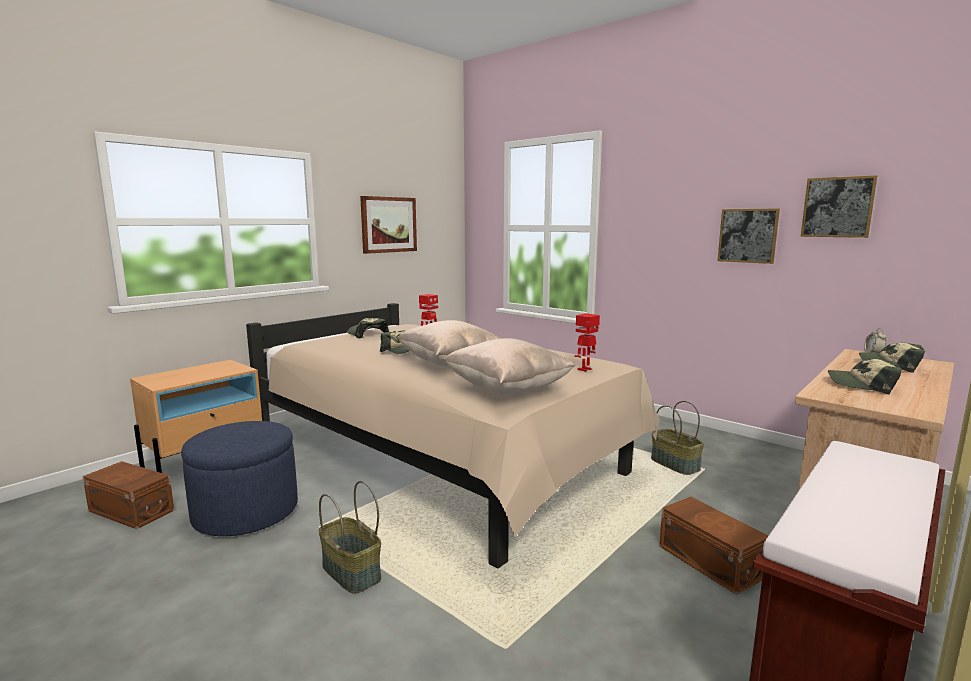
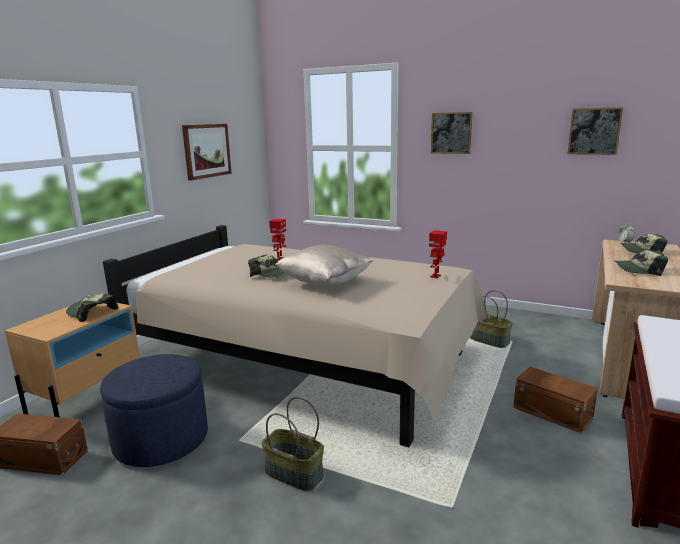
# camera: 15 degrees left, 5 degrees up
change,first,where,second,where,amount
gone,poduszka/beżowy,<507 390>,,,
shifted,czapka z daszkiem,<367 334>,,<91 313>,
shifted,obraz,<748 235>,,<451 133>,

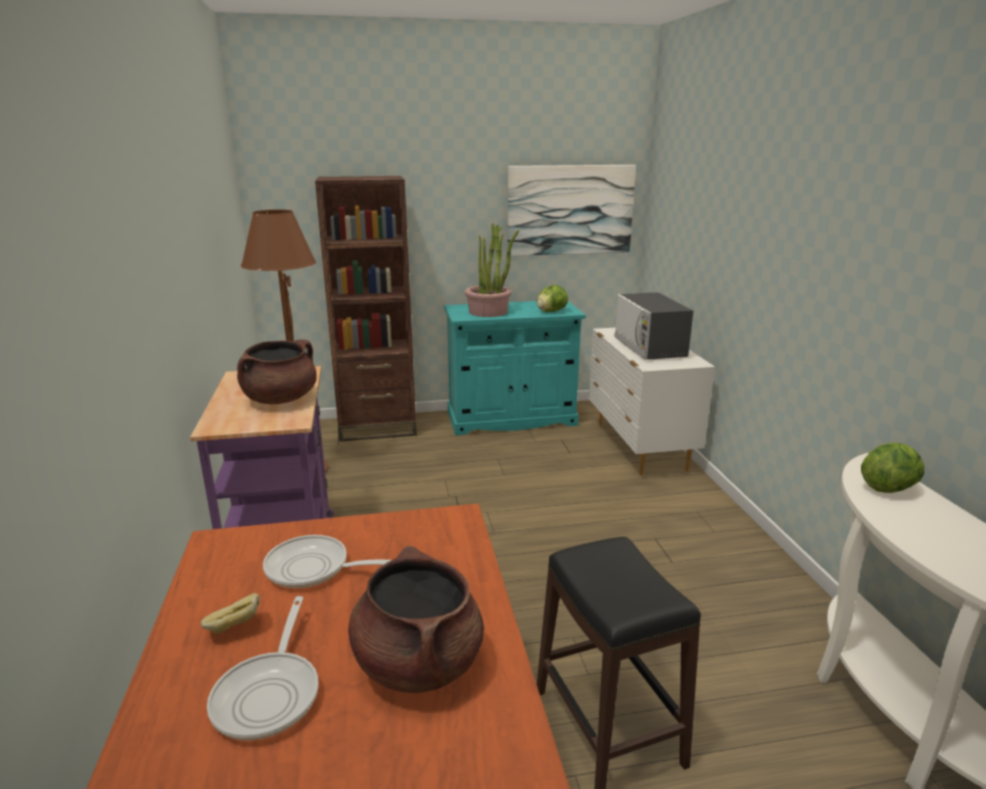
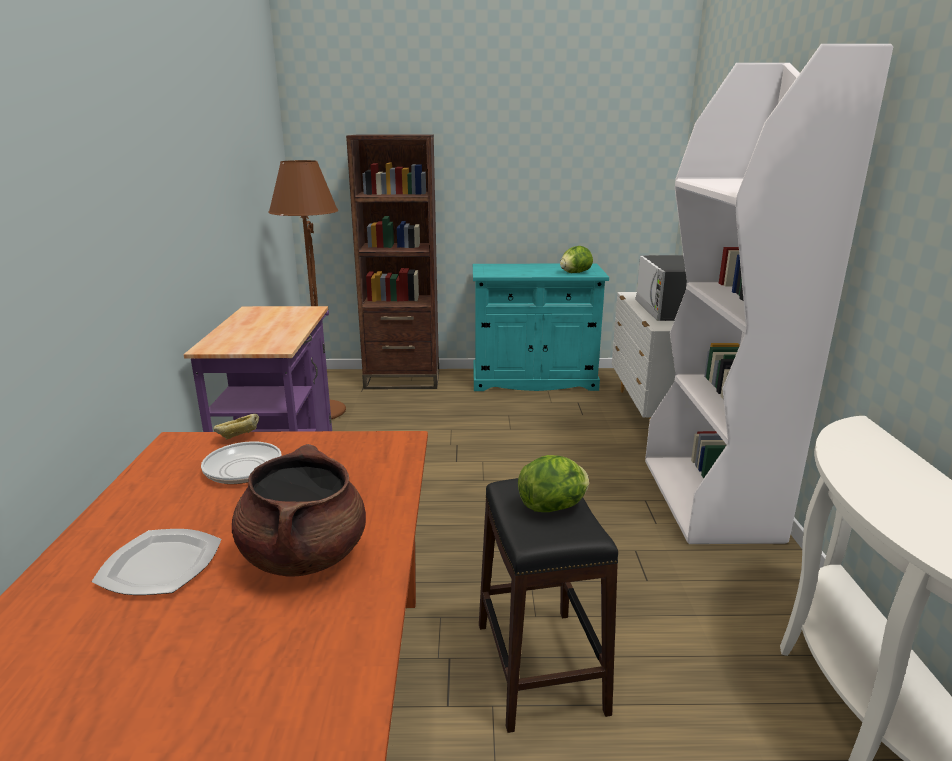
# camera: 10 degrees right, 0 degrees up
change,first,where,second,where,amount
gone,garnek/brązowy,<280 399>,,,
gone,roślina doniczkowa,<488 312>,,,
gone,obraz,<570 210>,,,
new,,,regał/biały,<710 499>,
shifted,chleb,<234 630>,,<239 439>,
shifted,sałata,<889 488>,,<553 507>,
swapped,patelnia,<270 694>,talerz,<162 564>,

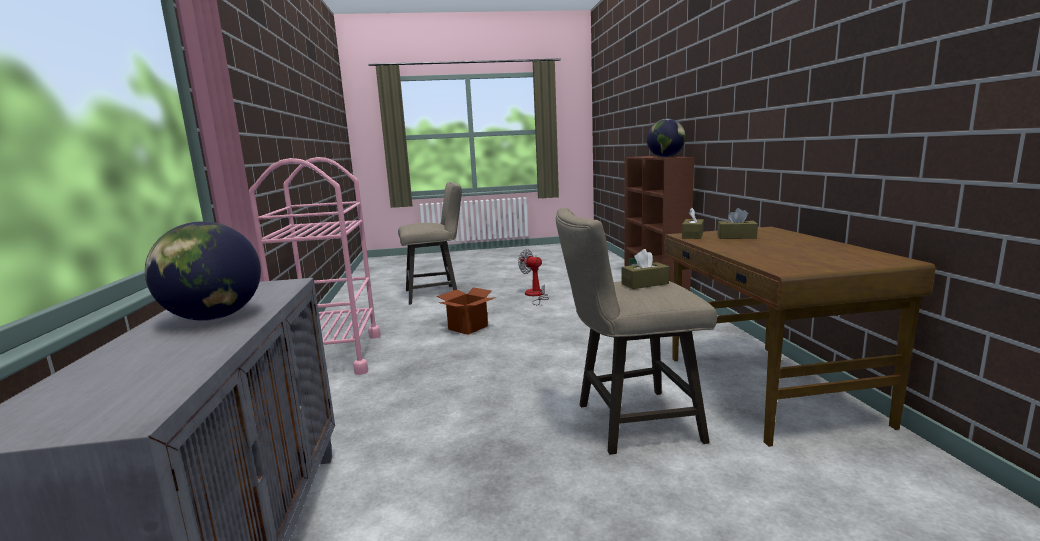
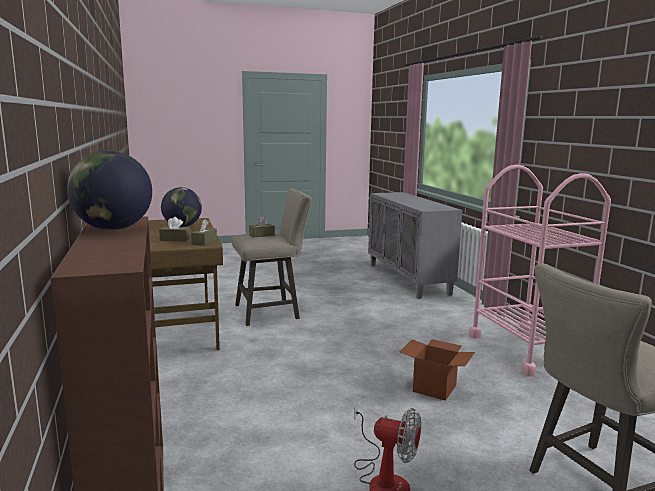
# camera: 170 degrees right, 0 degrees up
change,first,where,second,where,amount
shifted,globus,<213 317>,,<182 226>,

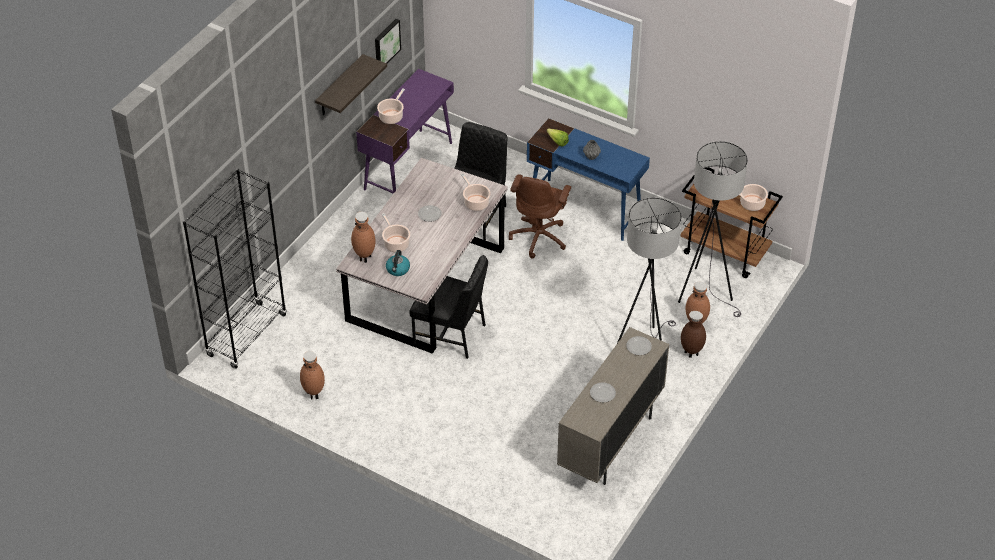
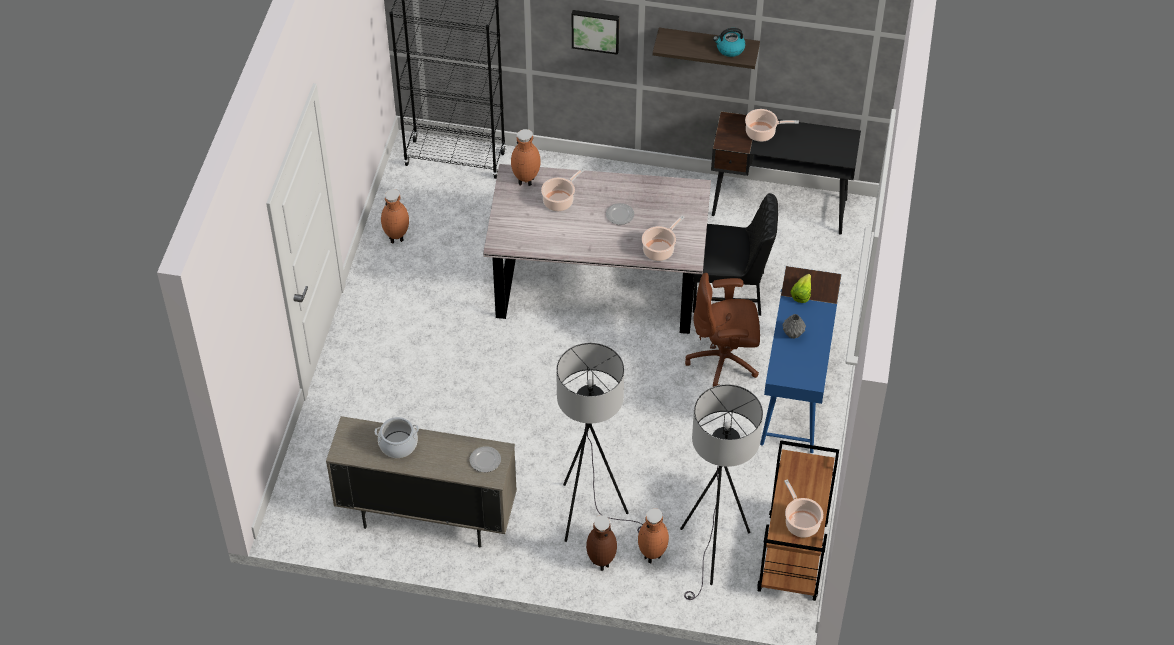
# camera: 70 degrees right, 5 degrees up
change,first,where,second,where,amount
gone,krzesło/czarny,<451 334>,,,
shifted,obraz,<386 43>,,<595 30>,
shifted,czajnik,<398 269>,,<730 49>,
swapped,talerz,<602 393>,garnek,<398 445>,
repainted,biurko/fioletowy,<408 165>,biurko/czarny,<780 207>,

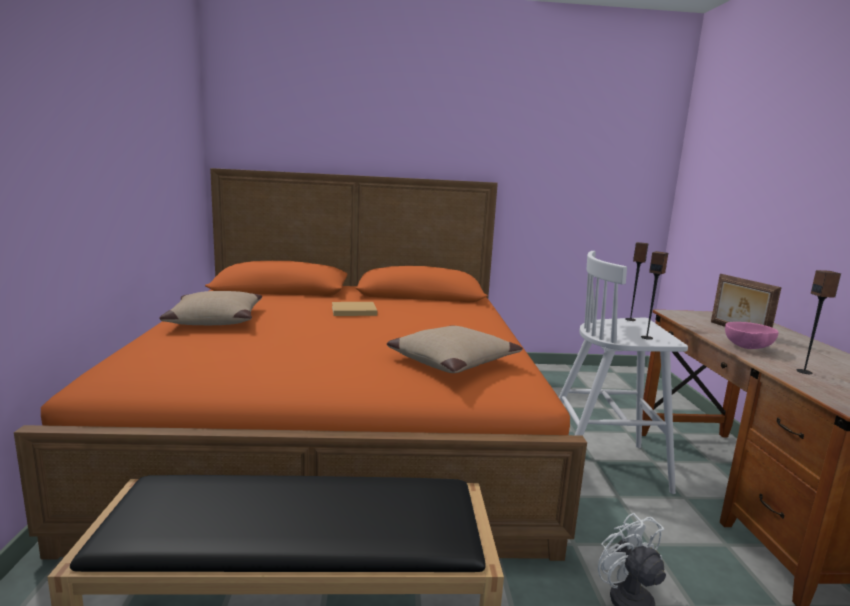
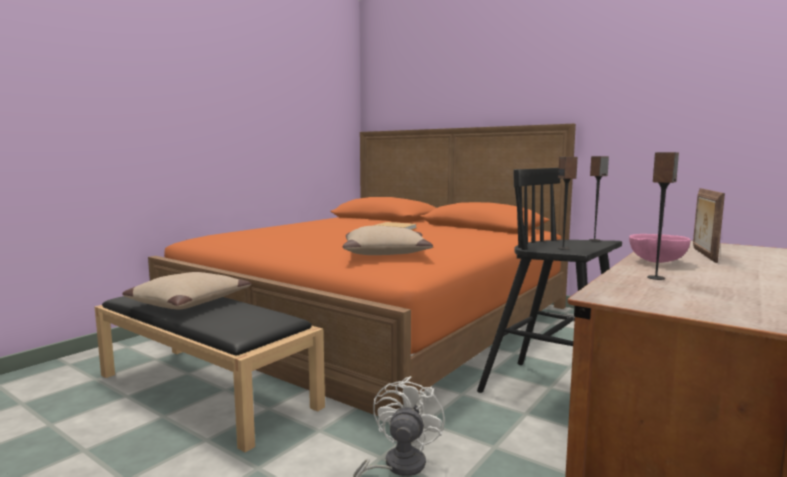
# camera: 40 degrees right, 5 degrees down
change,first,where,second,where,amount
shifted,poduszka/beżowy,<214 319>,,<188 302>,
repainted,stołek/biały,<604 466>,stołek/czarny,<554 393>,

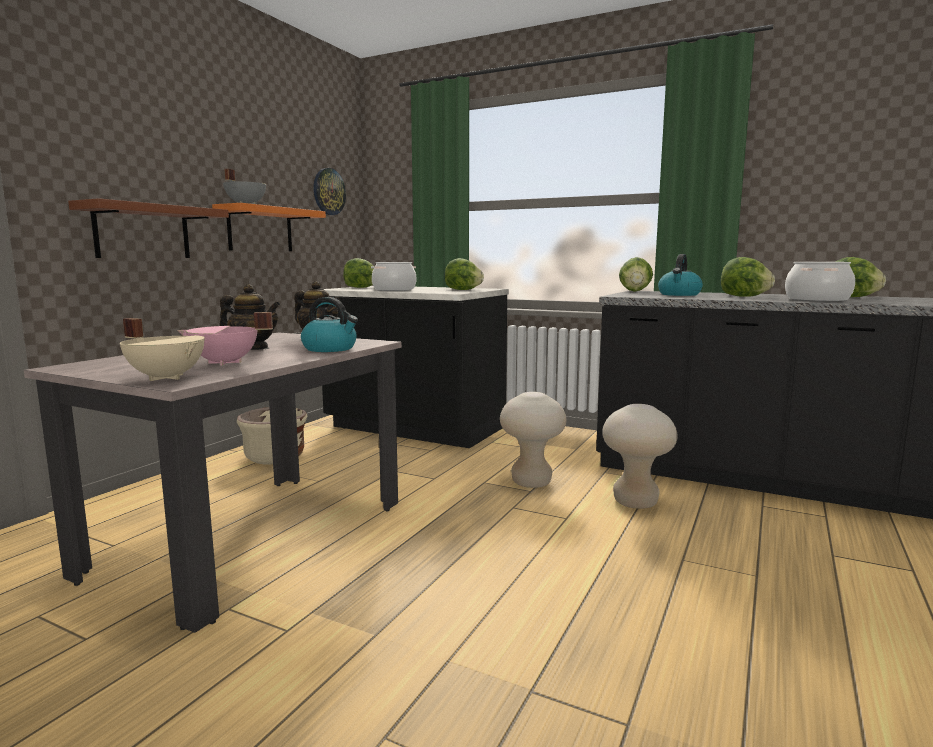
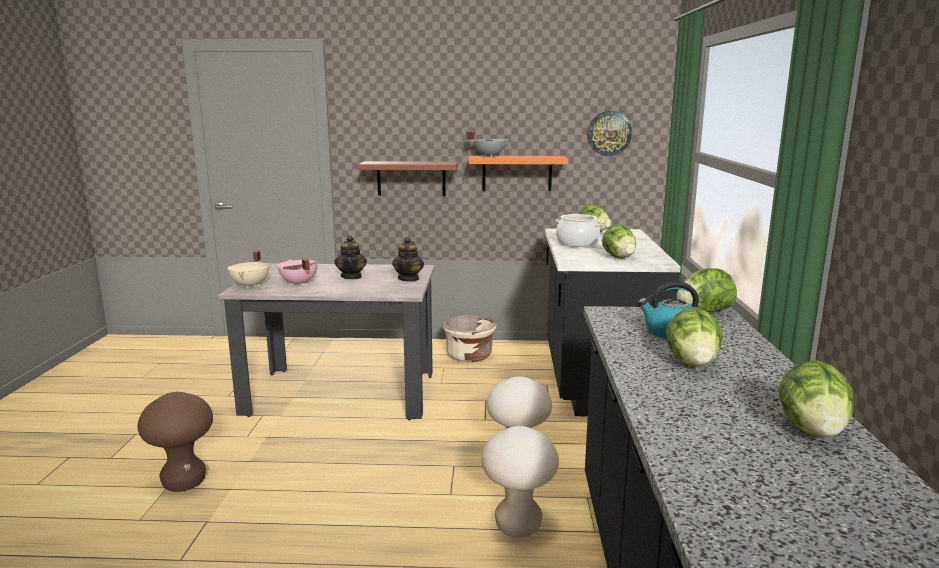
# camera: 65 degrees right, 5 degrees up
change,first,where,second,where,amount
gone,czajnik,<330 349>,,,
gone,garnek,<817 300>,,,
new,,,stołek/brązowy,<184 482>,

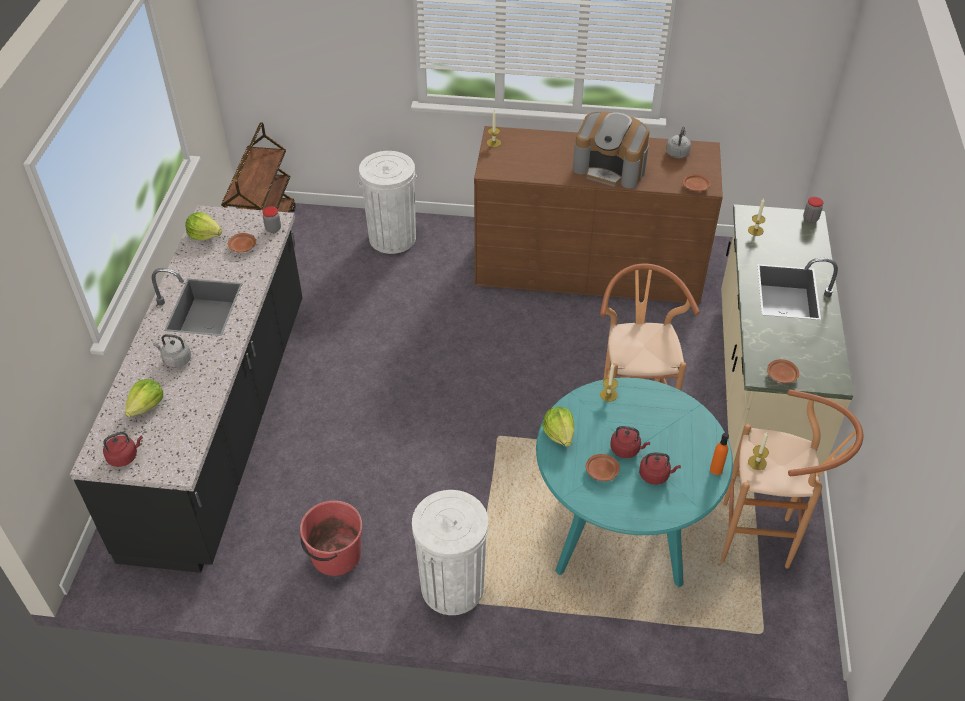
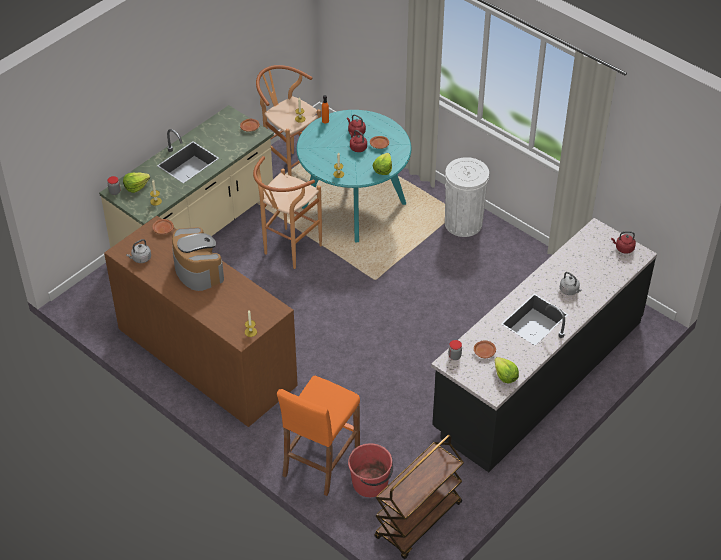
# camera: 145 degrees left, 0 degrees up
change,first,where,second,where,amount
shifted,sałata,<147 406>,,<136 186>,
shifted,wiadro/czerwony,<335 555>,,<370 483>,
swapped,kosz na śmieci/biały,<392 238>,stołek/pomarańczowy,<320 461>,

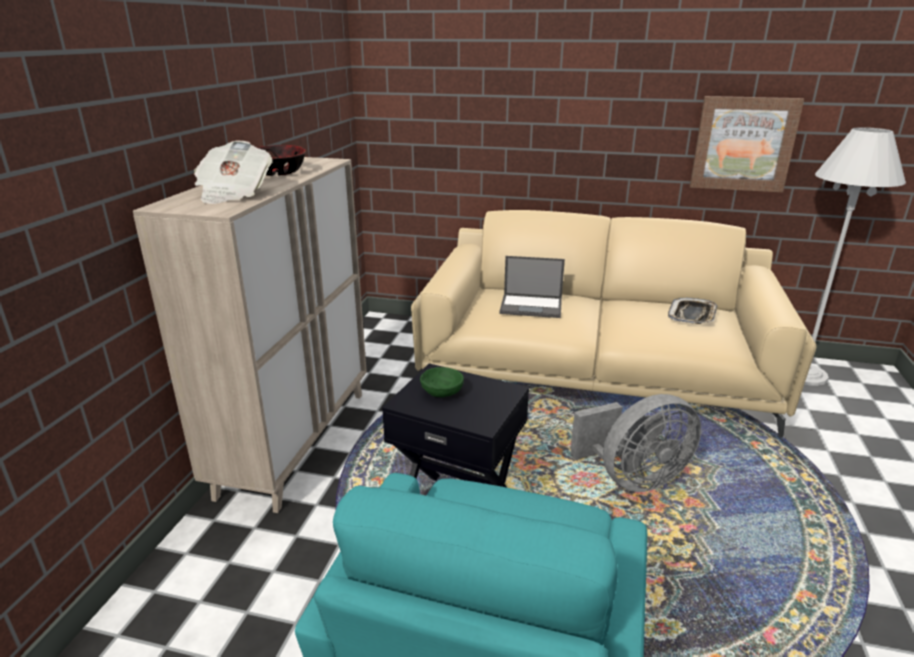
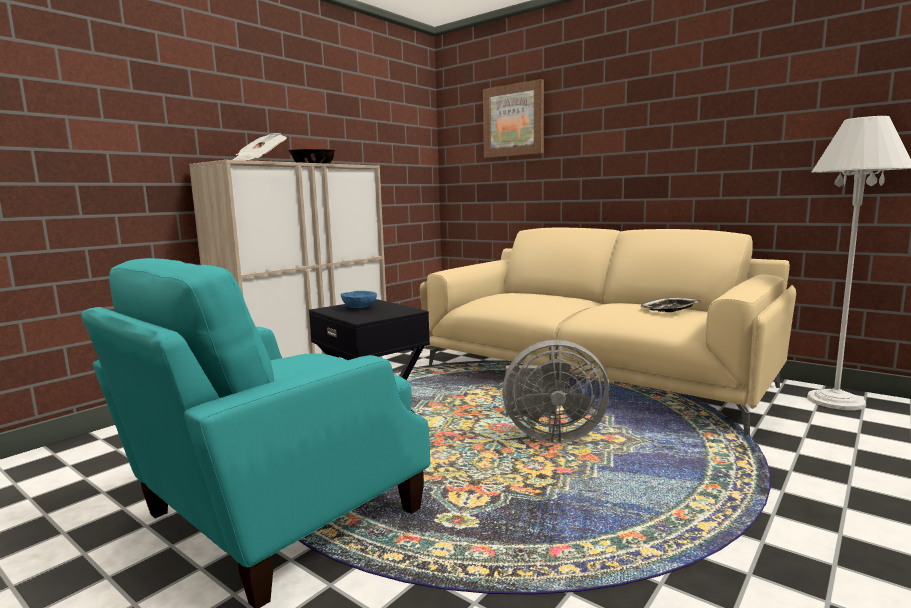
# camera: 25 degrees right, 15 degrees down
change,first,where,second,where,amount
gone,laptop,<532 306>,,,
shifted,obraz,<743 144>,,<513 120>,
repainted,miska/zielony,<442 393>,miska/niebieski,<359 308>,

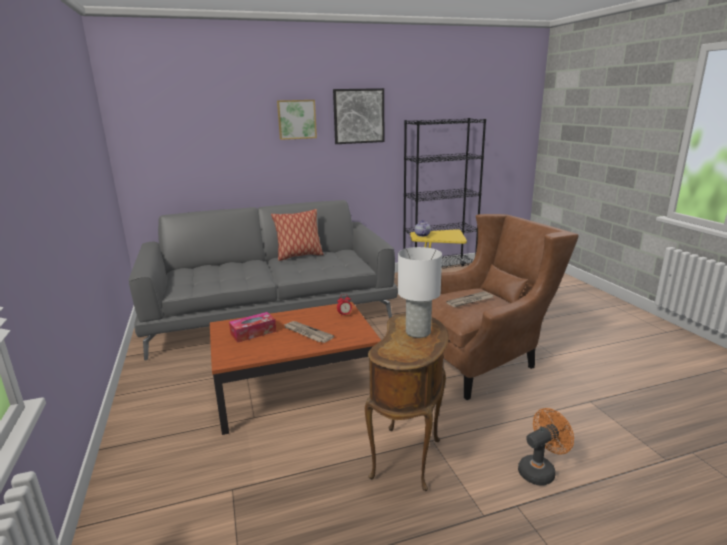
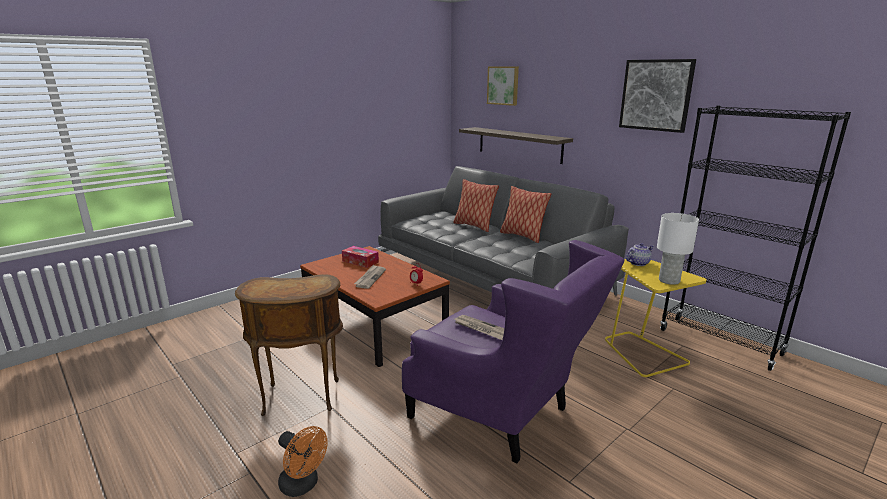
# camera: 65 degrees right, 0 degrees up
change,first,where,second,where,amount
new,,,poduszka,<474 226>,
new,,,półka,<519 144>,
shifted,obraz,<296 119>,,<503 85>,
shifted,lampa stołowa/biały,<419 332>,,<669 281>,
repainted,fotel/brązowy,<481 359>,fotel/fioletowy,<503 415>,

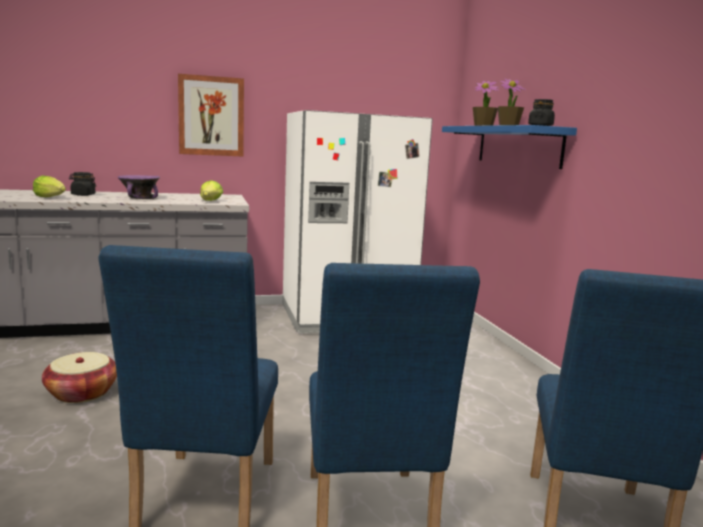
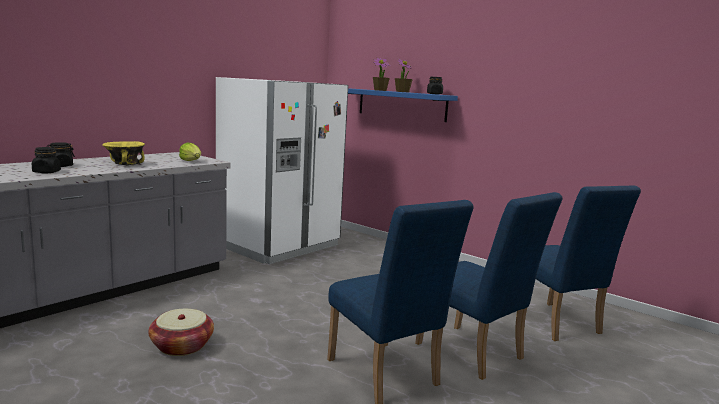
# camera: 35 degrees left, 0 degrees up
change,first,where,second,where,amount
gone,obraz,<211 116>,,,
swapped,sałata,<51 197>,słoik/czarny,<46 172>,
repainted,miska/fioletowy,<140 198>,miska/żółty,<125 164>,

